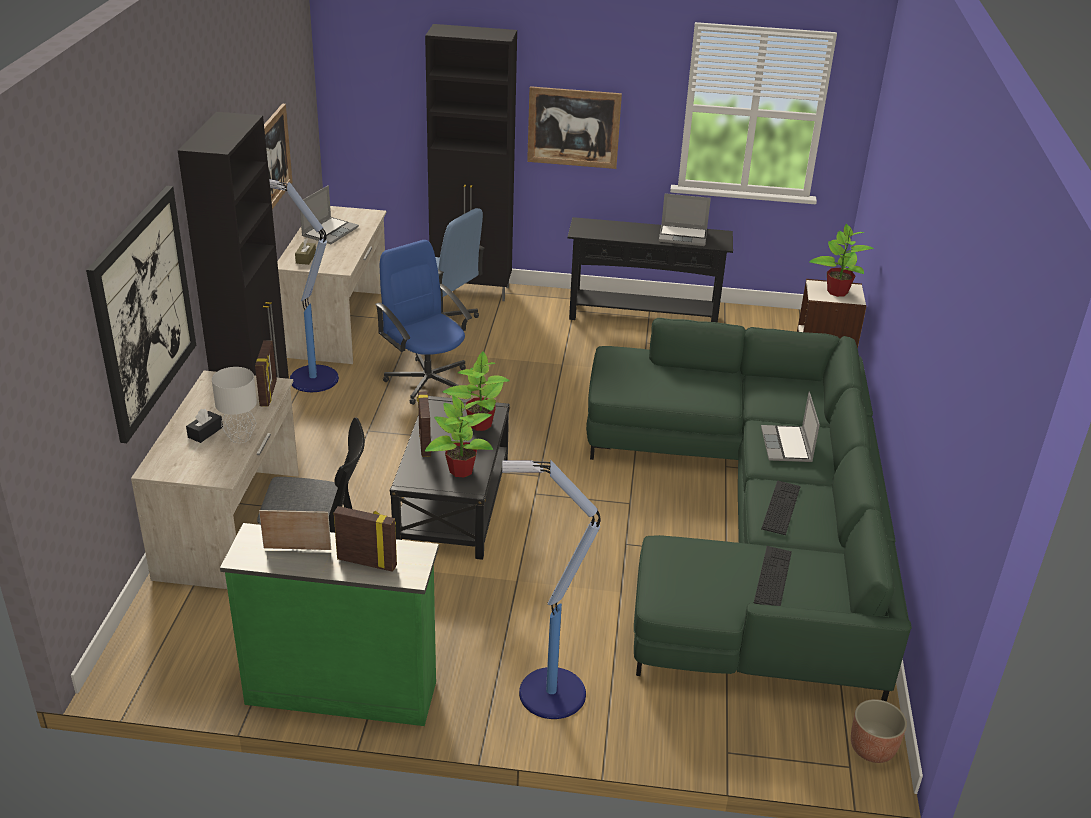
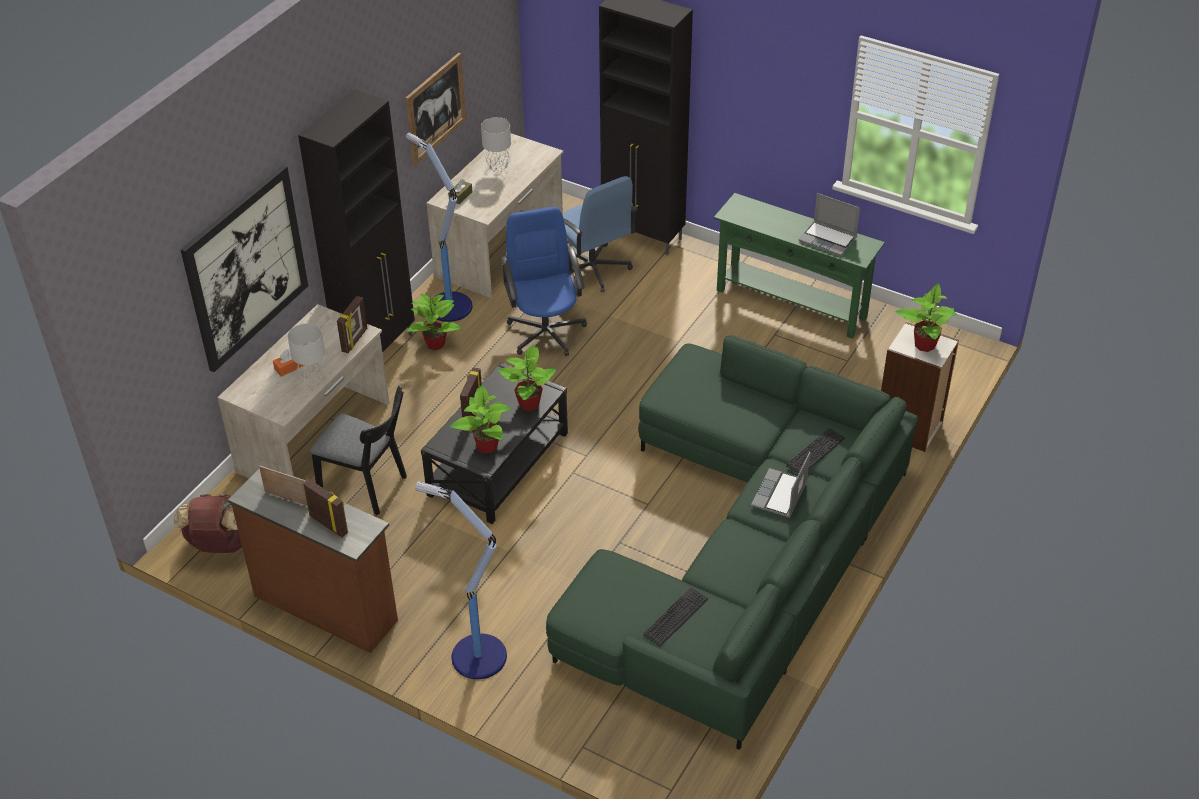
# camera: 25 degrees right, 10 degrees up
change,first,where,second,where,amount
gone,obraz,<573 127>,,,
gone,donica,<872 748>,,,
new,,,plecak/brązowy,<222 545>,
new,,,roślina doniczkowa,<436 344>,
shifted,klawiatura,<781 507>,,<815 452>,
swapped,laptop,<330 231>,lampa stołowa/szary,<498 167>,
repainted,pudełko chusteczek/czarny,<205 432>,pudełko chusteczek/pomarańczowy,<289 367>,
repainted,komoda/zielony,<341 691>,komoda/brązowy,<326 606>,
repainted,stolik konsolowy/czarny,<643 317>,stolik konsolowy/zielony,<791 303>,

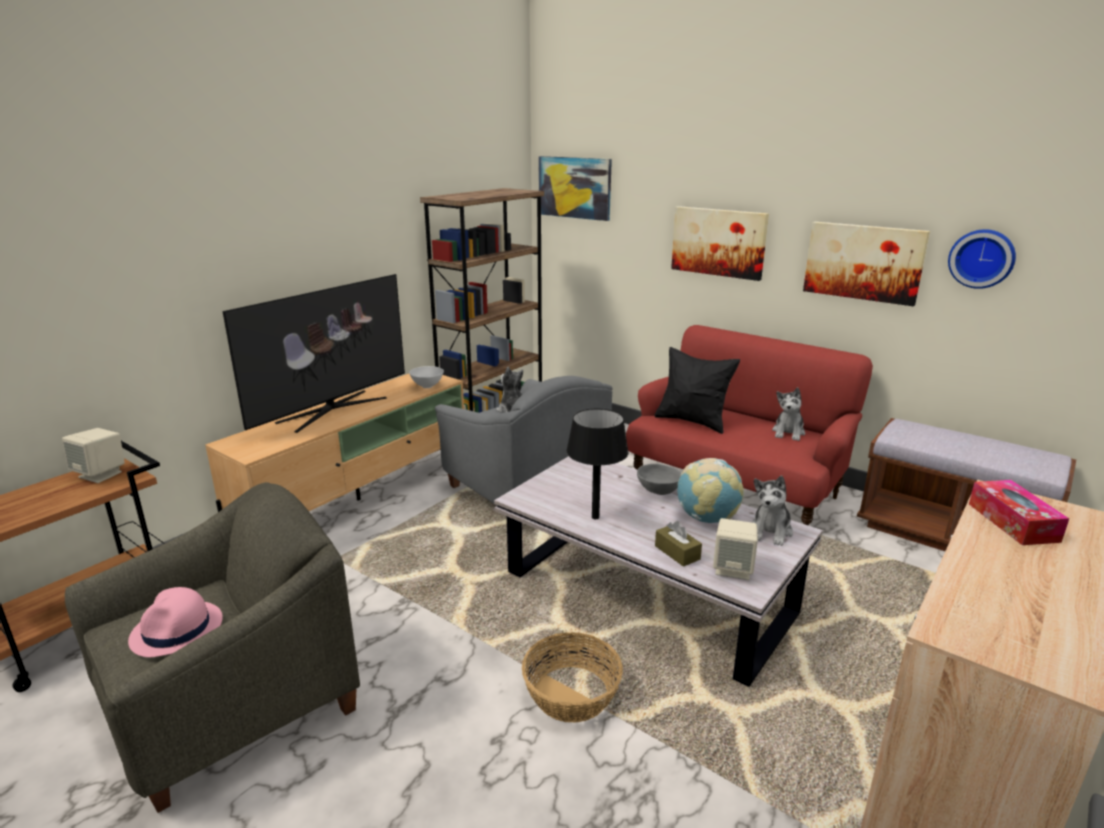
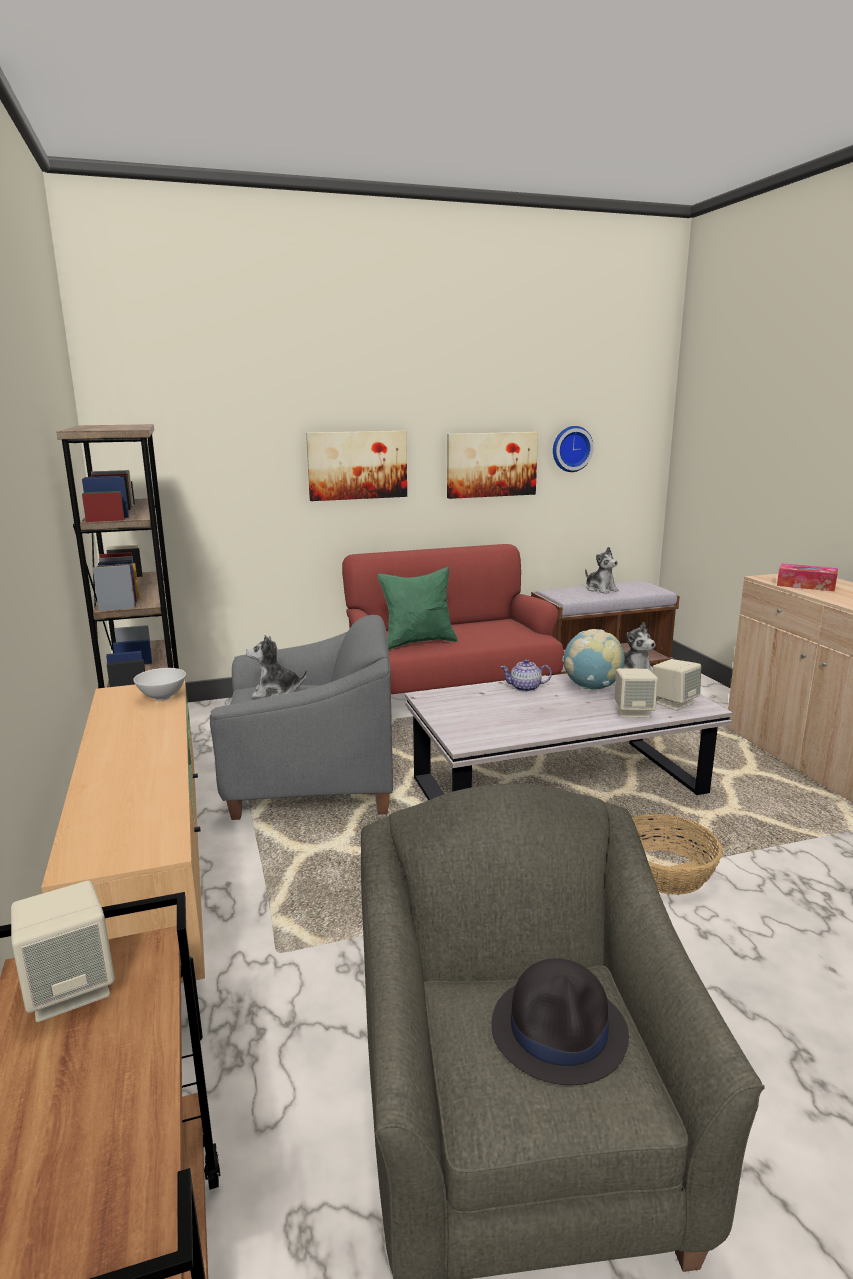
# camera: 55 degrees left, 5 degrees down
change,first,where,second,where,amount
gone,telewizor,<332 410>,,,
gone,obraz,<574 187>,,,
gone,lampa stołowa/czarny,<595 517>,,,
shifted,pluszak,<788 432>,,<600 589>,
swapped,miska/szary,<658 490>,imbryk,<525 688>,
swapped,pudełko chusteczek/brązowy,<677 552>,głośnik/beżowy,<633 712>,
repainted,kapelusz/różowy,<177 630>,kapelusz/czarny,<560 1030>,
repainted,poduszka/czarny,<692 421>,poduszka/zielony,<418 642>,

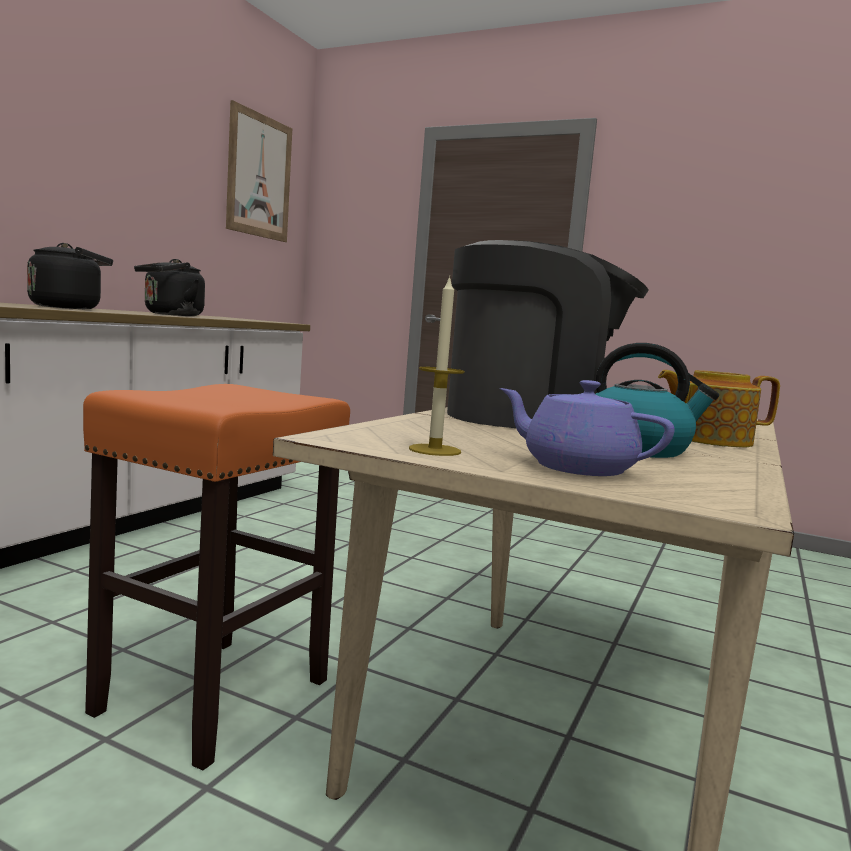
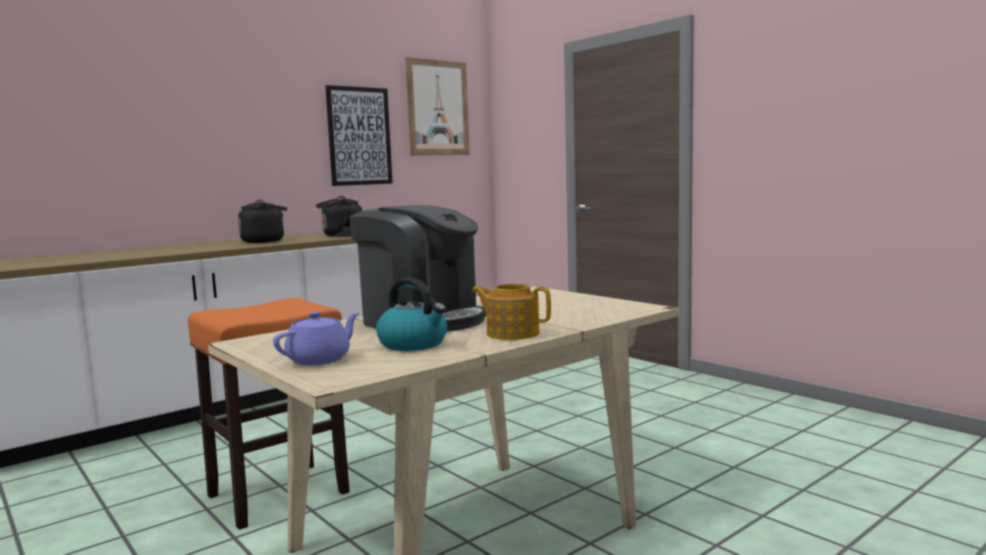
# camera: 25 degrees right, 0 degrees up
change,first,where,second,where,amount
gone,świeca,<434 450>,,,
new,,,obraz,<359 136>,
rotated,imbryk/fioletowy,<576 468>,,<320 359>,75 degrees clockwise

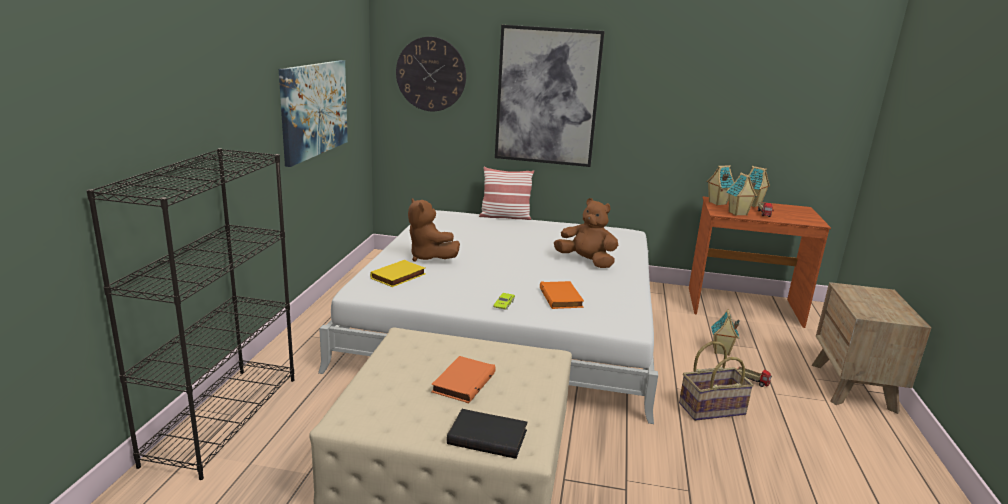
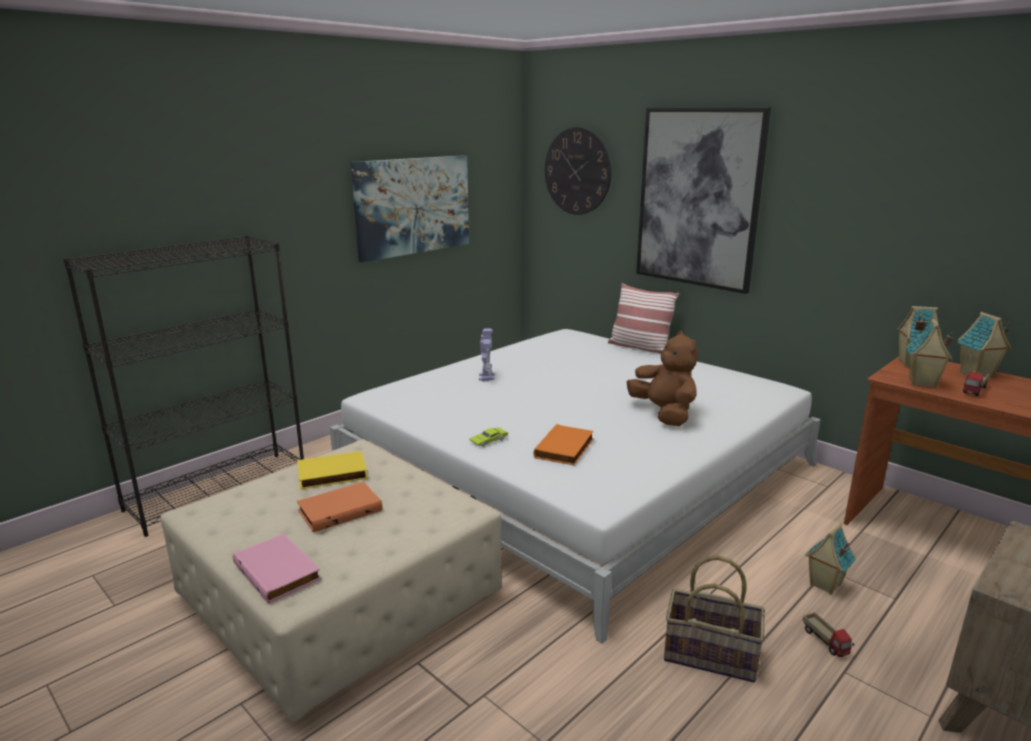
# camera: 35 degrees right, 0 degrees up
change,first,where,second,where,amount
shifted,książka/żółty,<399 277>,,<332 475>,
swapped,pluszak/brązowy,<429 257>,robot zabawkowy,<486 377>,
repainted,książka/czarny,<488 436>,książka/różowy,<279 571>,

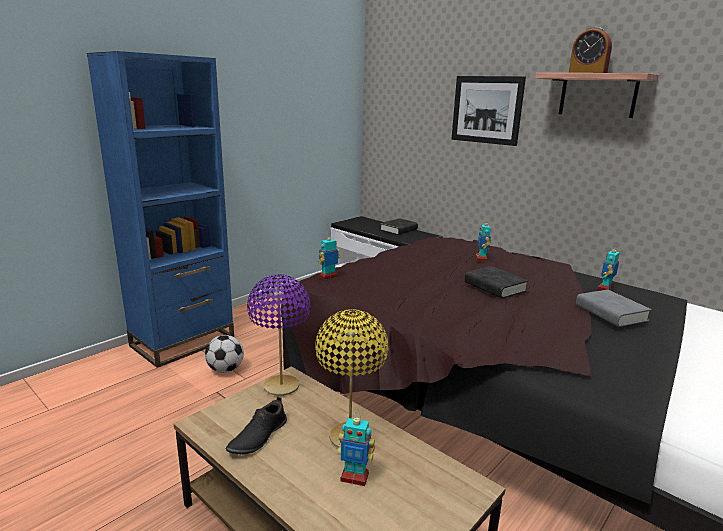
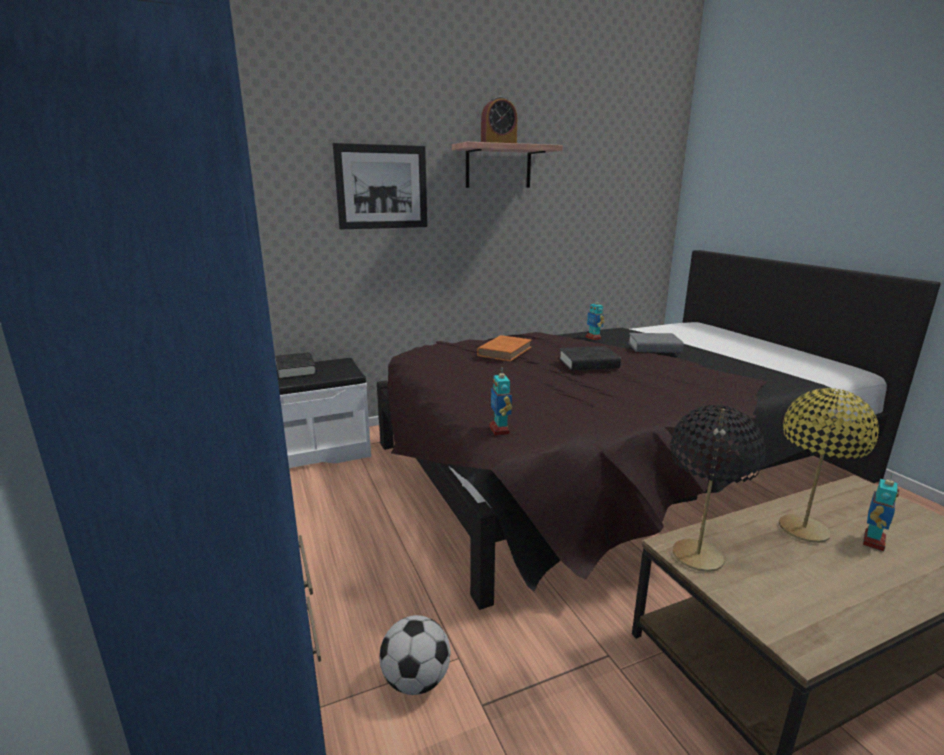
# camera: 65 degrees left, 0 degrees up
change,first,where,second,where,amount
gone,but/czarny,<258 436>,,,
swapped,robot zabawkowy,<481 259>,książka/pomarańczowy,<505 351>,
repainted,lampa stołowa/fioletowy,<281 386>,lampa stołowa/czarny,<698 557>,

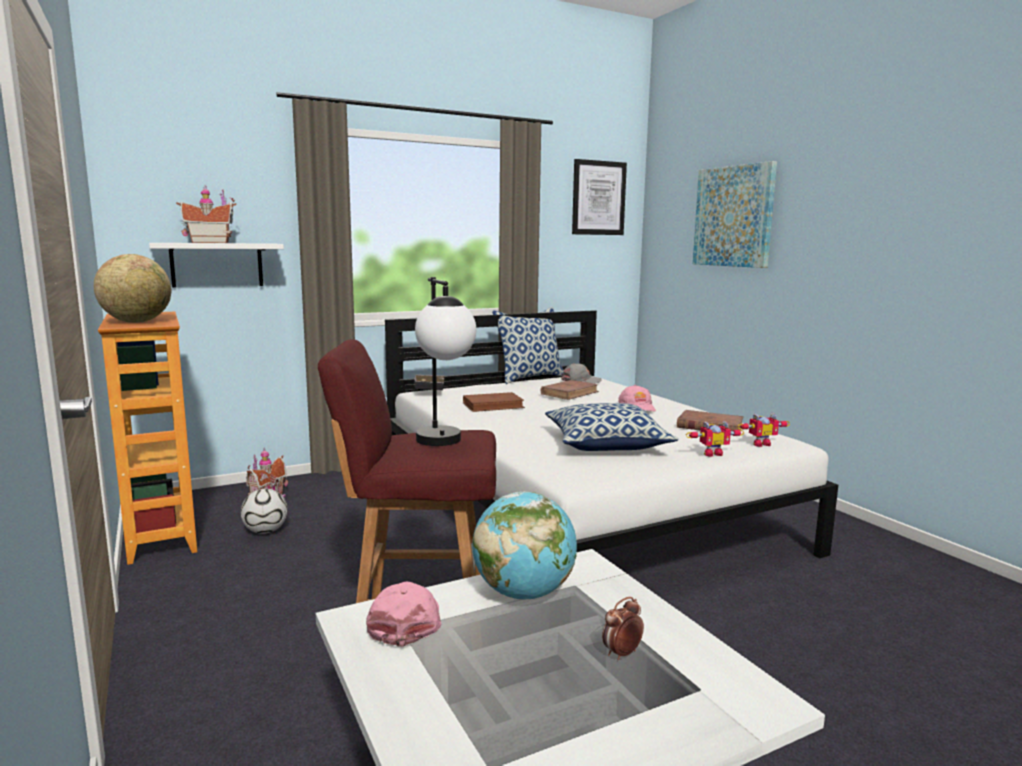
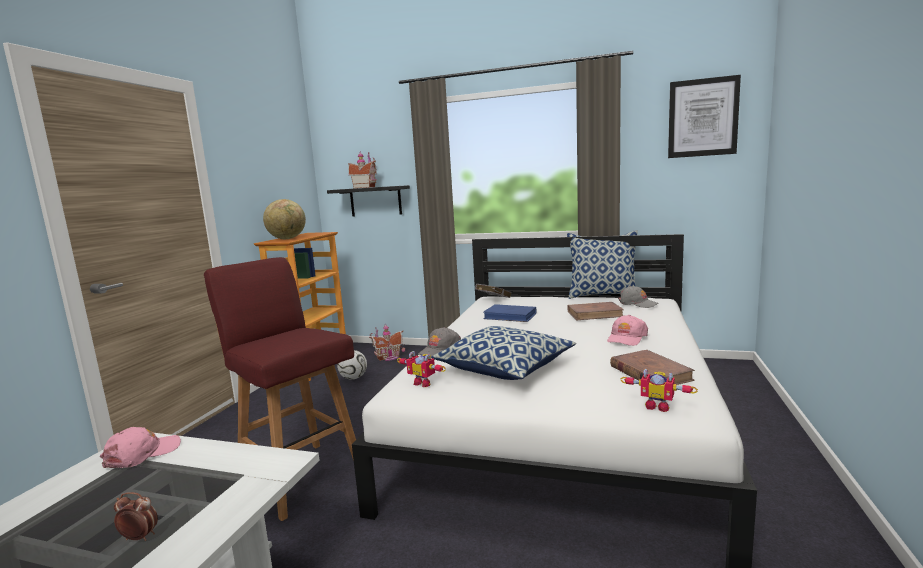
# camera: 45 degrees right, 0 degrees up
change,first,where,second,where,amount
gone,lampa stołowa,<443 444>,,,
gone,globus,<523 593>,,,
gone,obraz,<734 216>,,,
new,,,czapka z daszkiem/szary,<440 350>,
shifted,robot zabawkowy,<711 453>,,<424 383>,
repainted,półka/biały,<217 265>,półka/czarny,<375 201>,
repainted,książka/brązowy,<493 405>,książka/niebieski,<510 316>,

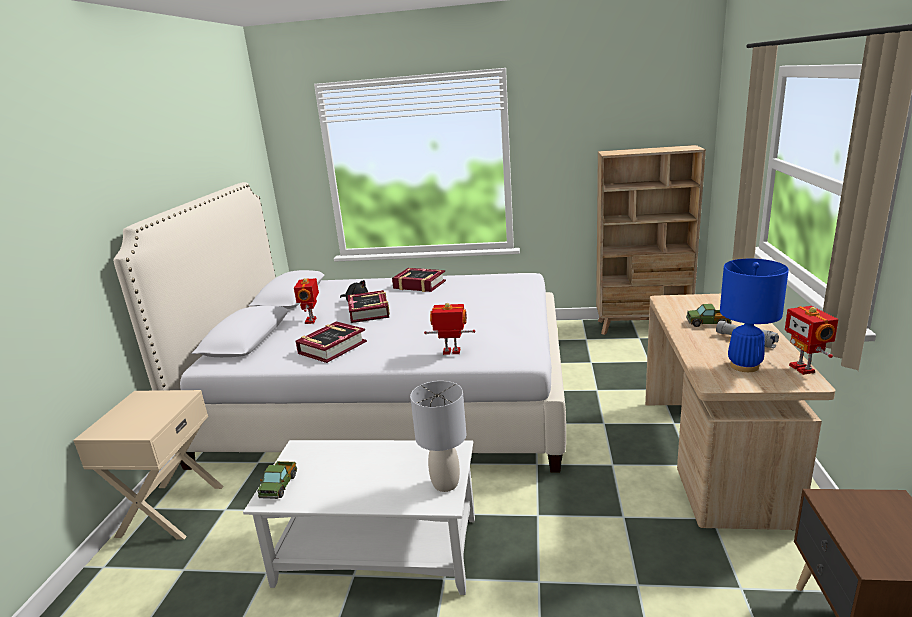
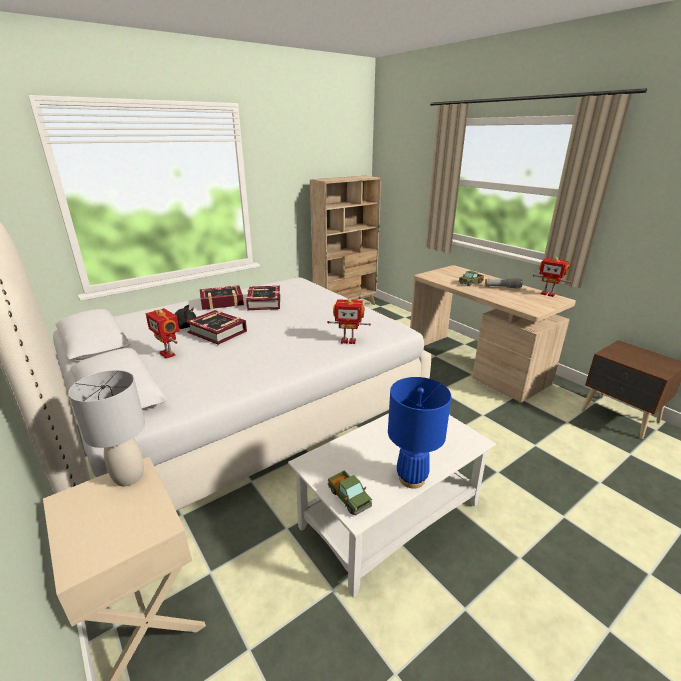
# camera: 45 degrees left, 5 degrees up
change,first,where,second,where,amount
shifted,książka,<332 347>,,<264 302>,
shifted,lampa stołowa/szary,<445 483>,,<129 476>,
shifted,lampa stołowa/niebieski,<744 366>,,<412 478>,
rotated,robot zabawkowy,<451 352>,,<348 341>,135 degrees counterclockwise

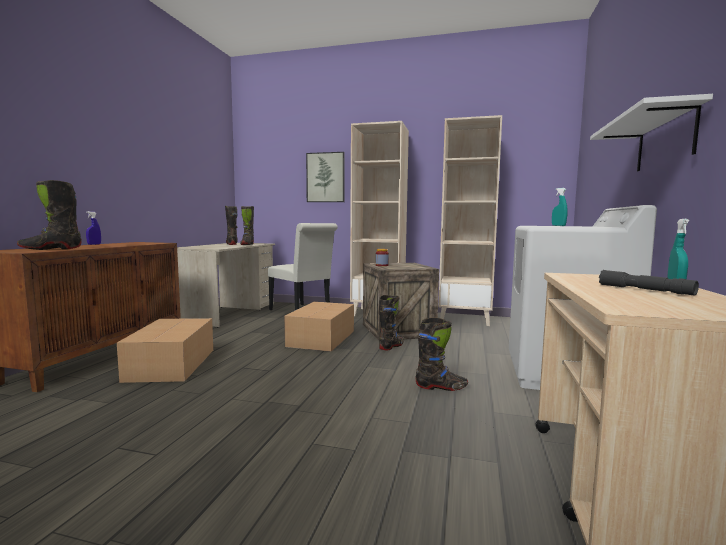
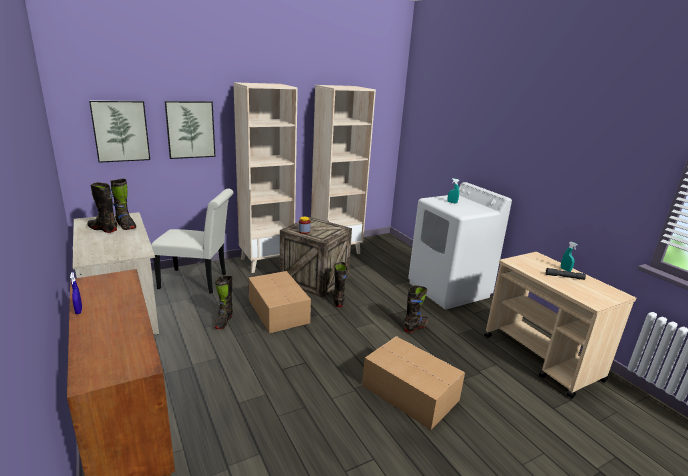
# camera: 45 degrees left, 15 degrees up
change,first,where,second,where,amount
gone,półka/biały,<665 140>,,,
new,,,obraz,<121 131>,
shifted,but z cholewką/czarny,<51 249>,,<223 321>,
shifted,karton,<170 365>,,<410 393>,

